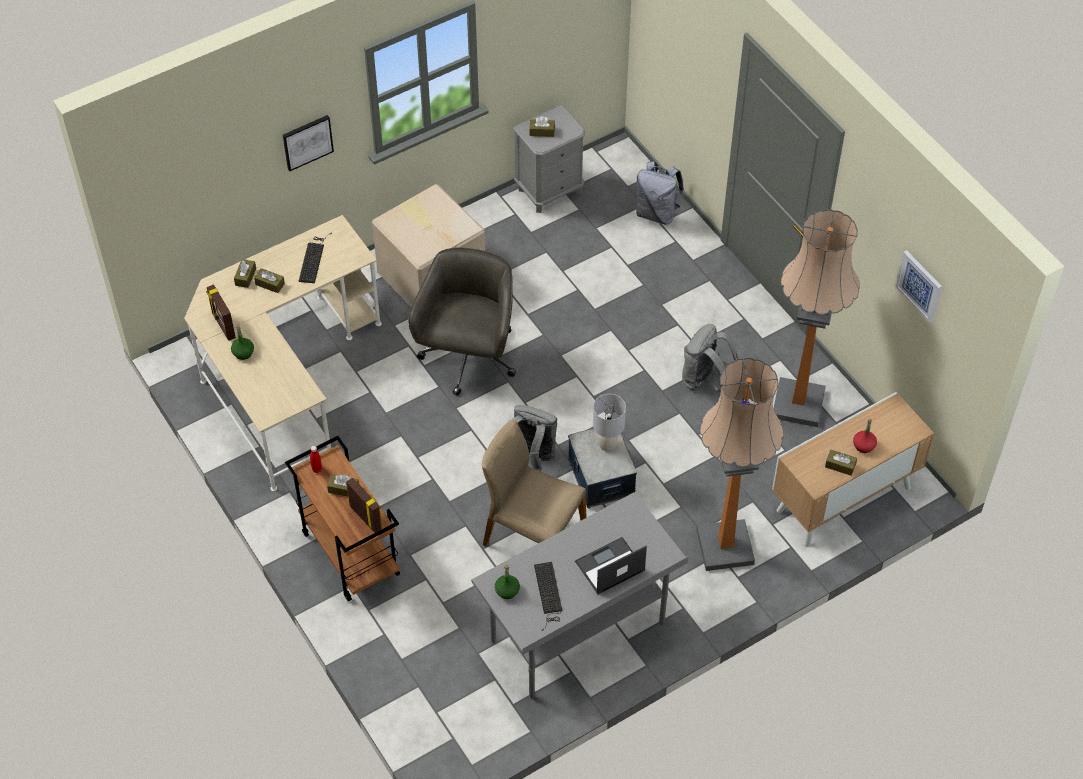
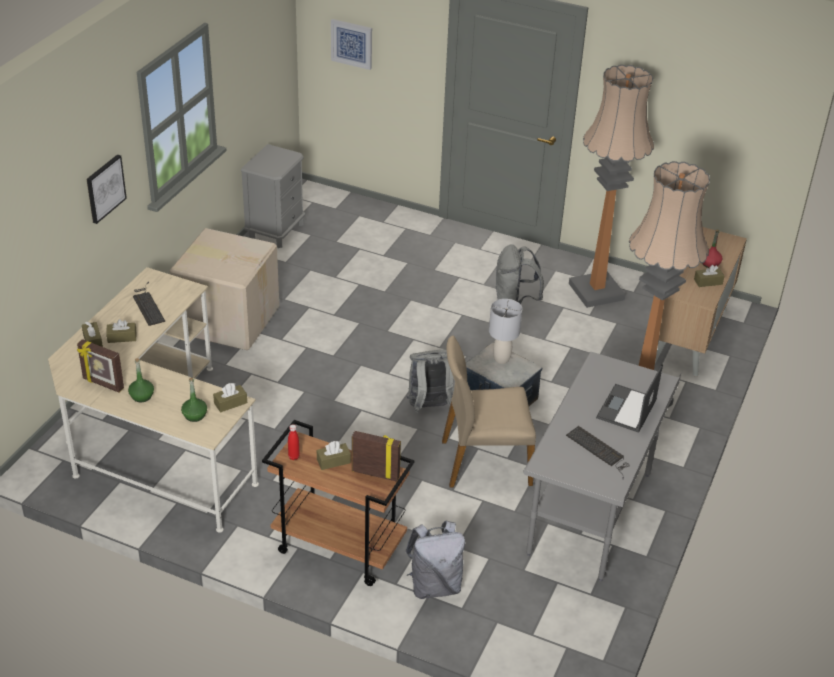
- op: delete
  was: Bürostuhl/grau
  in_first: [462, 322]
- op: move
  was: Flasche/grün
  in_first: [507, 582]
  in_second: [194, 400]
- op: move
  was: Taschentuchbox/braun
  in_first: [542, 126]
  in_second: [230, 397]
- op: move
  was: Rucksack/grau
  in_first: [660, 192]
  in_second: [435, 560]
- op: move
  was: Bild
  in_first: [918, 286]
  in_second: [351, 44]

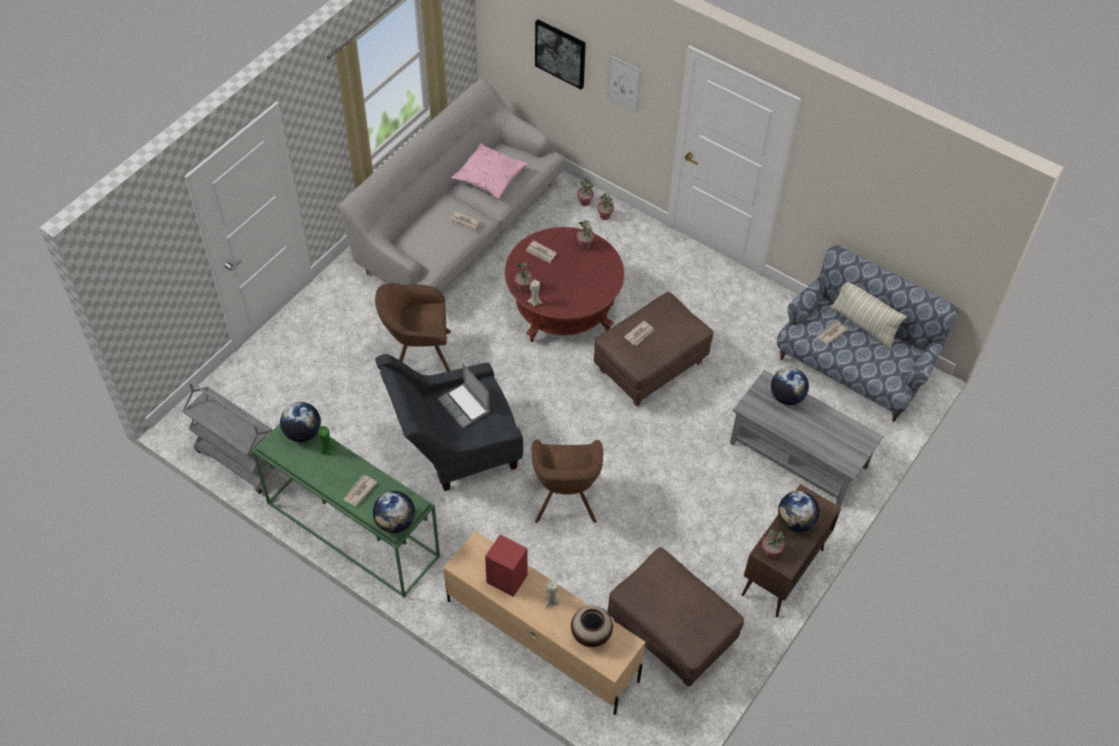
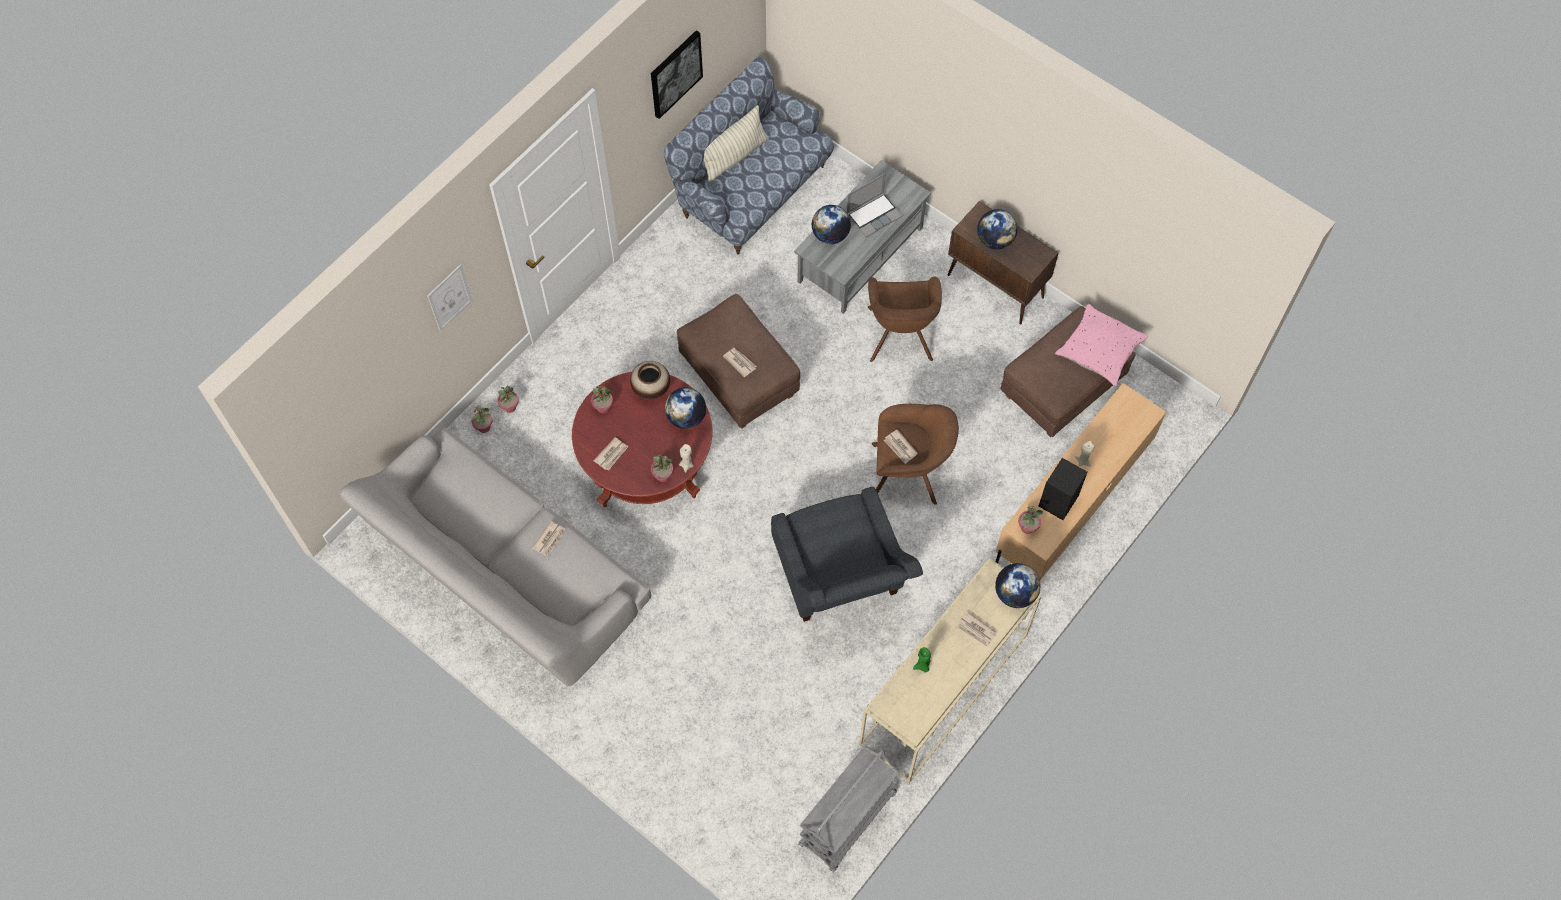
- op: move
  was: Globus
  in_first: [300, 422]
  in_second: [685, 408]
- op: move
  was: Sessel/braun
  in_first: [413, 327]
  in_second: [905, 319]
- op: move
  was: Laptop
  in_first: [464, 396]
  in_second: [875, 205]
- op: move
  was: Kissen/rosa
  in_first: [489, 171]
  in_second: [1101, 345]
- op: move
  was: Bild
  in_first: [560, 54]
  in_second: [677, 74]
- op: move
  was: Vase
  in_first: [592, 626]
  in_second: [650, 380]
- op: move
  was: Topfpflanze
  in_first: [773, 543]
  in_second: [1030, 520]
- op: move
  was: Zeitung
  in_first: [832, 332]
  in_second: [901, 446]
- op: recolor
  was: Konsolentisch/grün
  now: Konsolentisch/beige
  in_first: [346, 511]
  in_second: [950, 670]
- op: recolor
  was: Lautsprecher/rot
  now: Lautsprecher/schwarz
  in_first: [506, 565]
  in_second: [1063, 489]

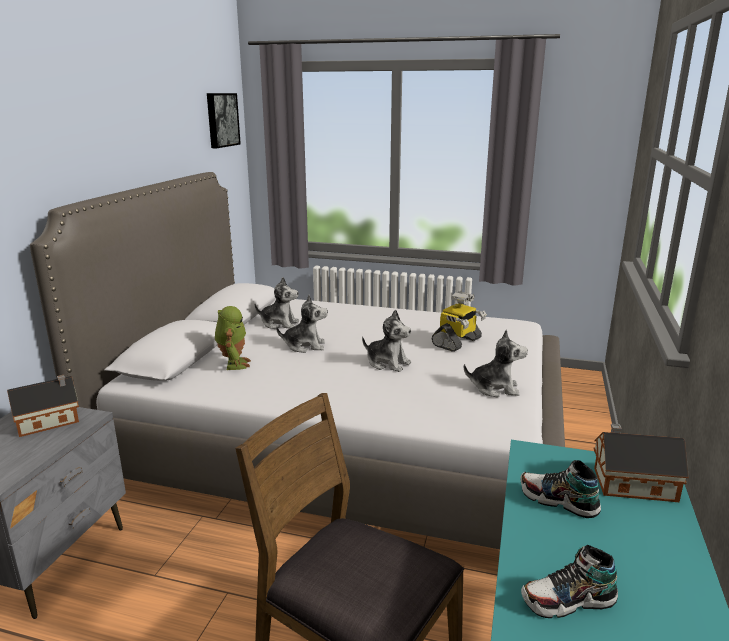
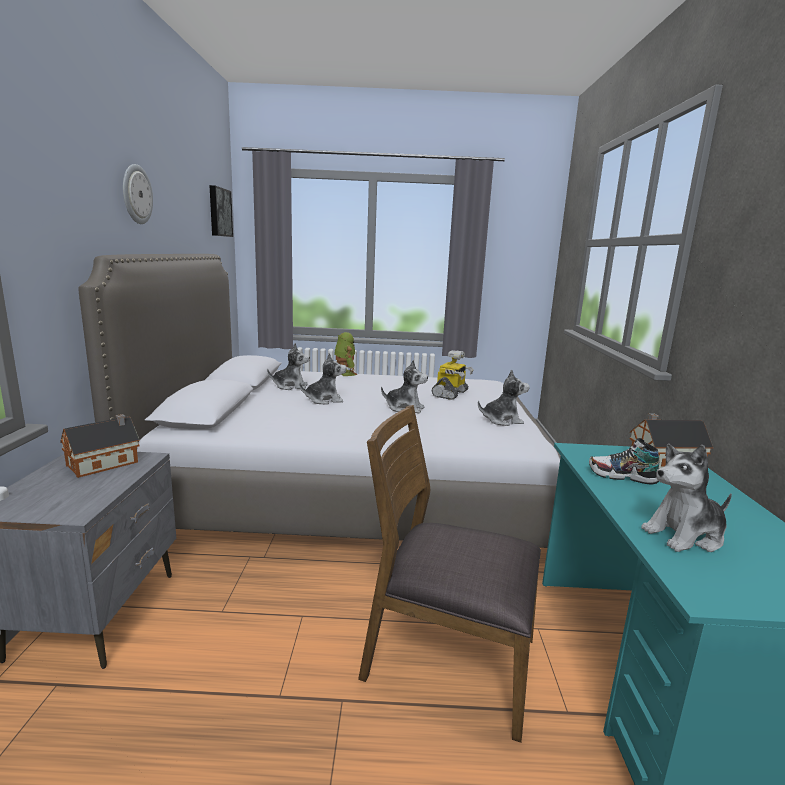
- op: insert
  now: Wanduhr
  in_second: [138, 194]
- op: move
  was: Spielzeugroboter
  in_first: [233, 338]
  in_second: [345, 354]
- op: replace
  was: Schuh
  now: Plüschtier
  in_first: [569, 581]
  in_second: [686, 498]

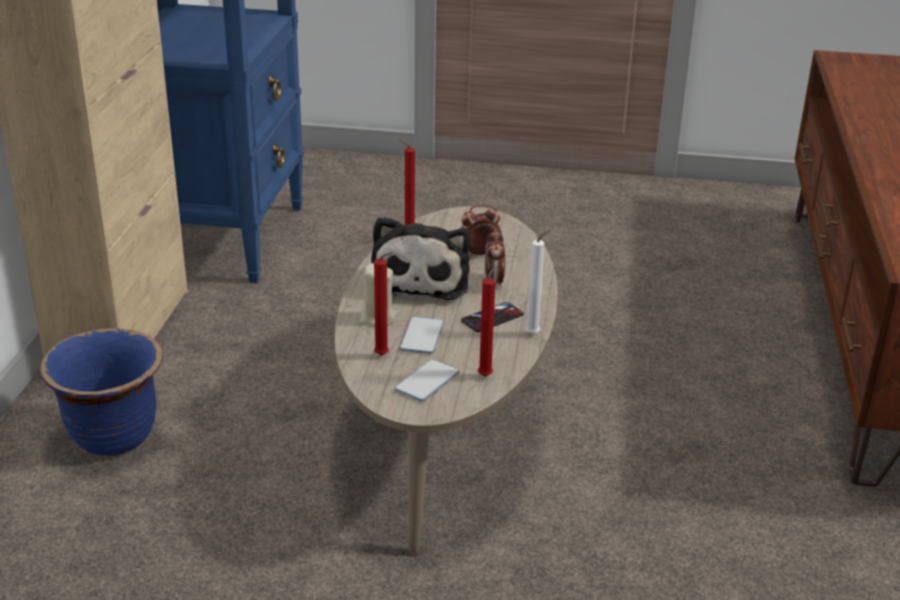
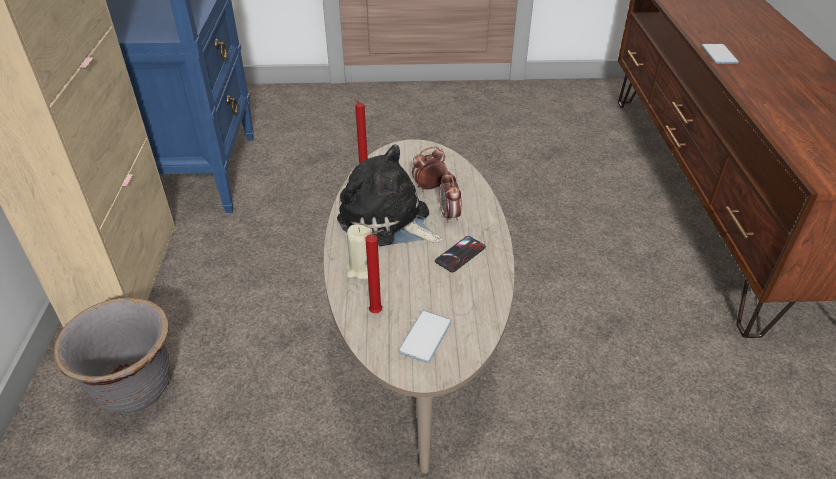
- op: delete
  was: Kerze/rot
  in_first: [488, 321]
- op: delete
  was: Kerze/weiß
  in_first: [538, 282]
- op: move
  was: Handy
  in_first: [422, 335]
  in_second: [720, 54]
- op: recolor
  was: Pflanzkübel/blau
  now: Pflanzkübel/grau
  in_first: [101, 392]
  in_second: [112, 355]
- op: rotate
  was: Plüschtier
  in_first: [420, 258]
  in_second: [389, 195]
  clockwise: 135

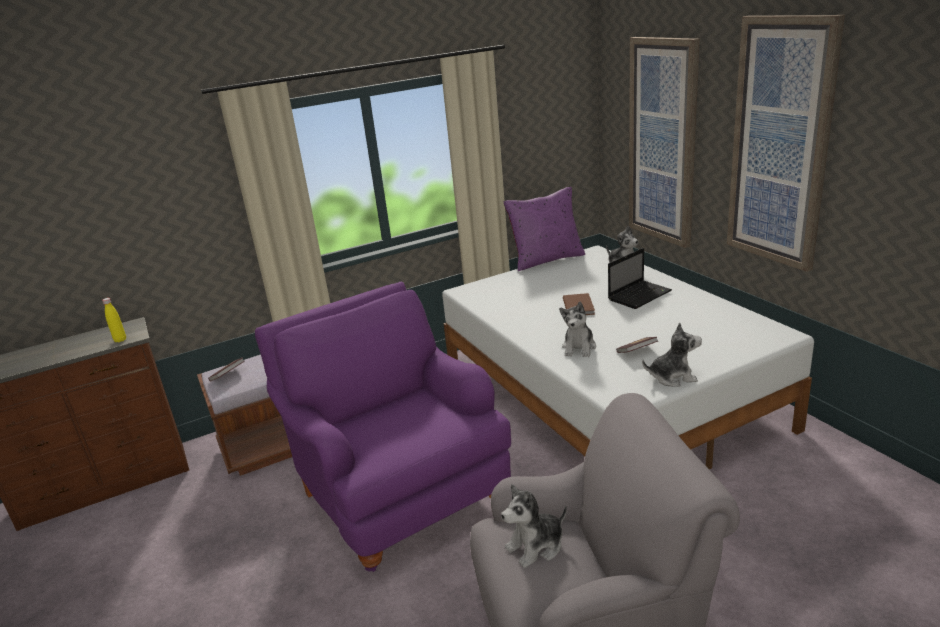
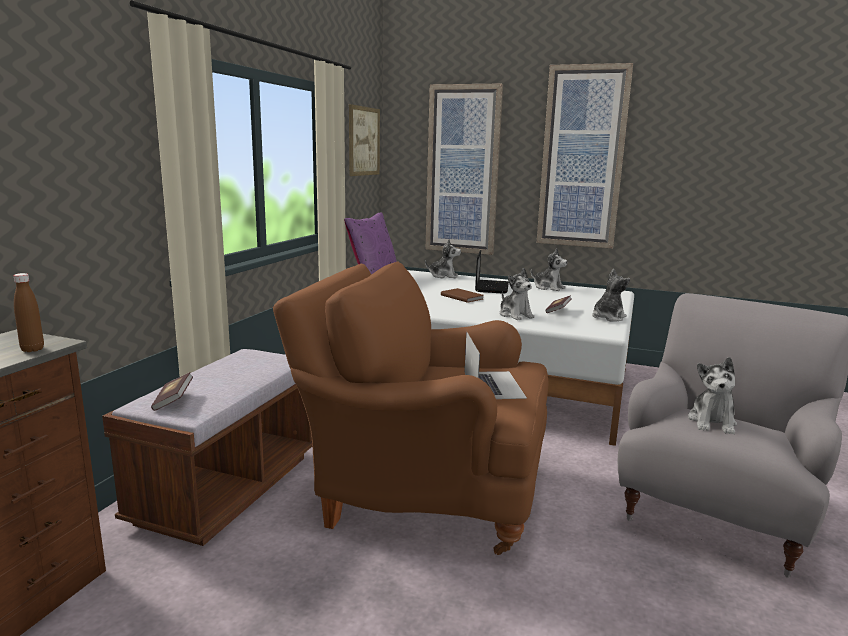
- op: insert
  now: Bild
  in_second: [364, 140]
- op: insert
  now: Laptop
  in_second: [496, 365]
- op: insert
  now: Plüschtier
  in_second: [549, 269]
- op: recolor
  was: Flasche/gelb
  now: Flasche/braun
  in_first: [114, 320]
  in_second: [28, 312]
- op: recolor
  was: Sessel/lila
  now: Sessel/braun
  in_first: [383, 426]
  in_second: [410, 408]

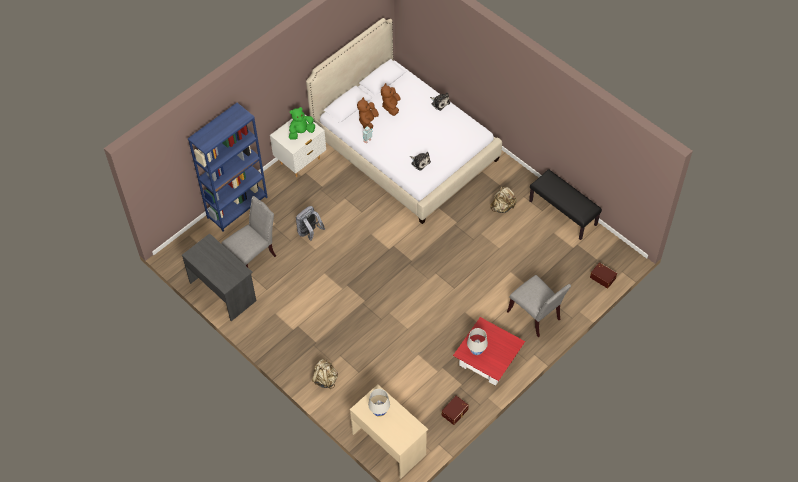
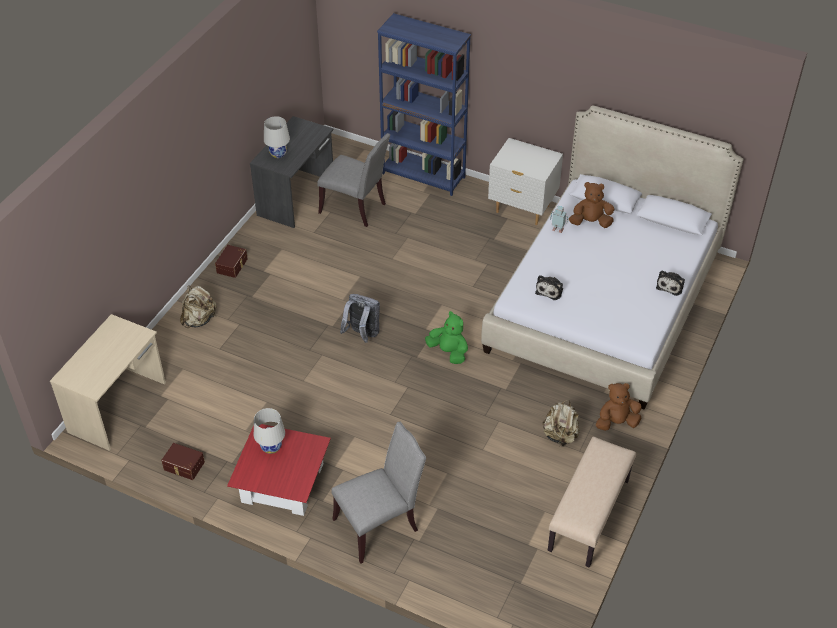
- op: move
  was: Plüschtier/grün
  in_first: [302, 123]
  in_second: [446, 337]
- op: move
  was: Rucksack/grau
  in_first: [310, 223]
  in_second: [360, 318]
- op: move
  was: Tischlampe/weiß
  in_first: [379, 403]
  in_second: [277, 137]
- op: move
  was: Plüschtier/braun
  in_first: [391, 99]
  in_second: [619, 407]
- op: move
  was: Aufbewahrungsbox/braun
  in_first: [603, 275]
  in_second: [231, 261]
- op: recolor
  was: Bank/schwarz
  now: Bank/beige
  in_first: [565, 204]
  in_second: [592, 502]
- op: rotate
  was: Stuhl/grau
  in_first: [539, 306]
  in_second: [379, 493]
  clockwise: -150

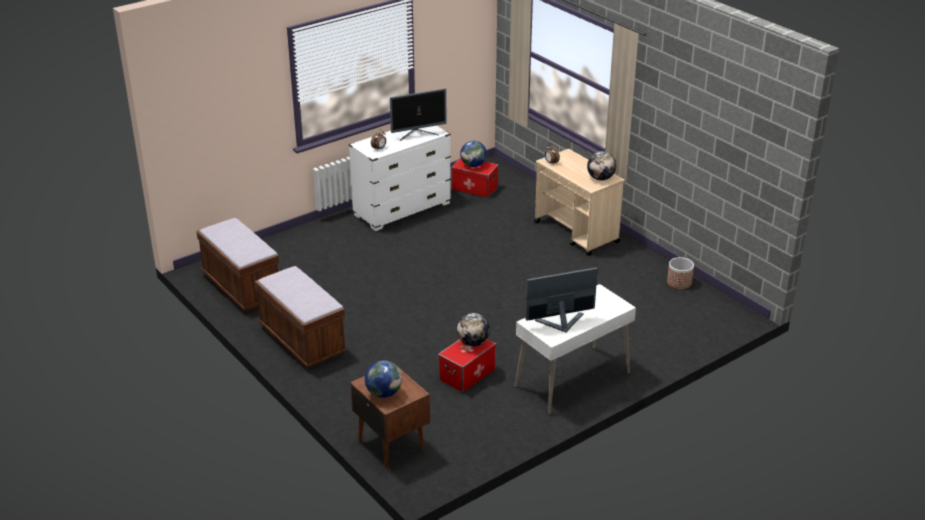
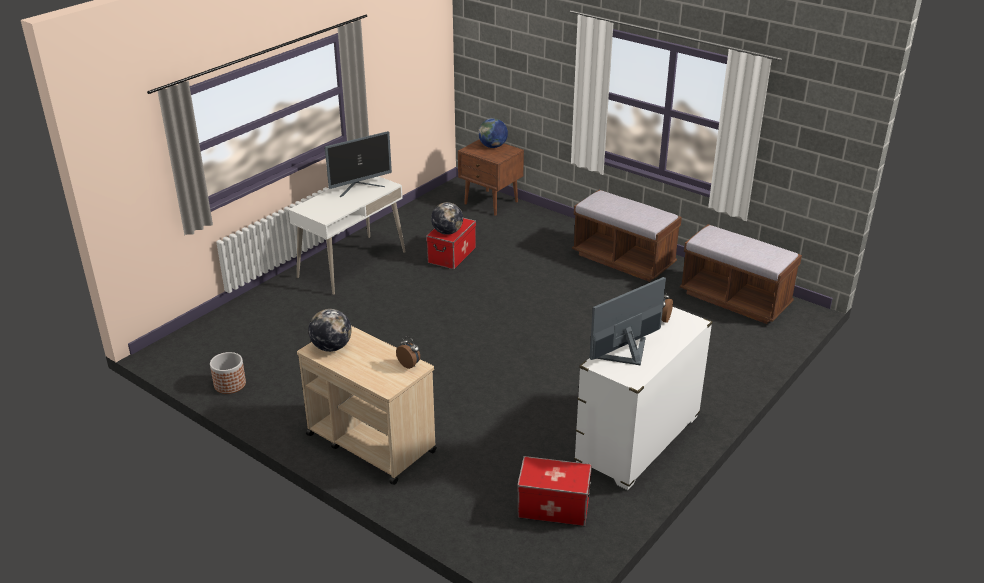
- op: delete
  was: Globus
  in_first: [473, 154]

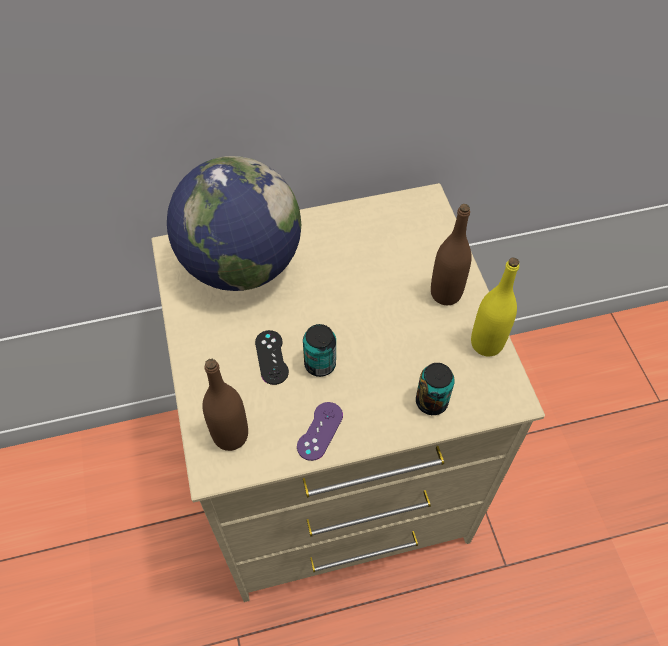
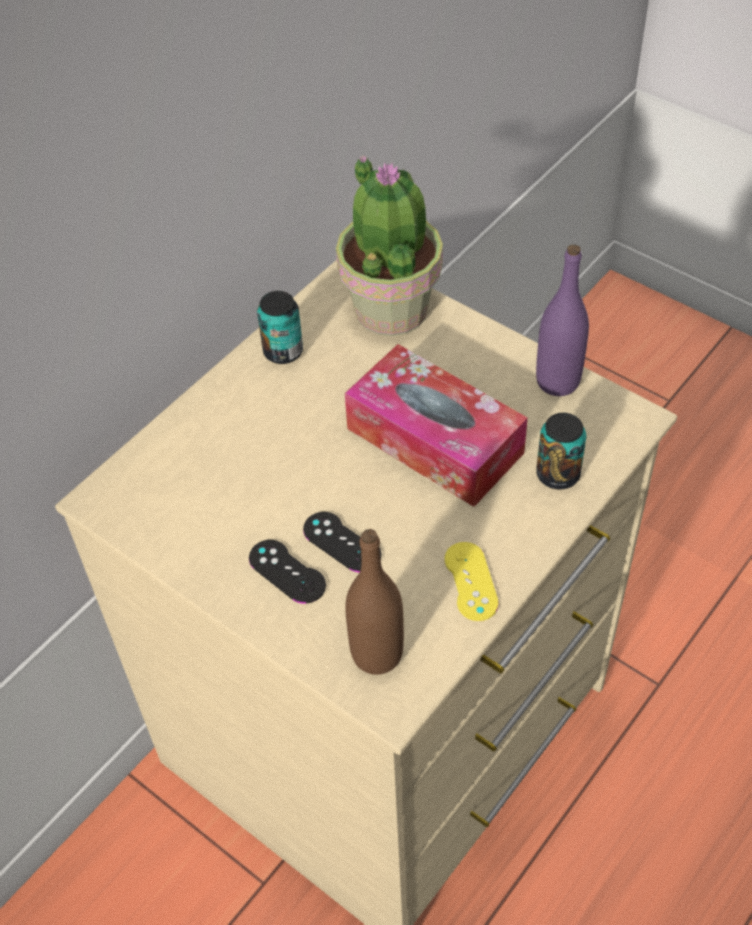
- op: delete
  was: Globus
  in_first: [234, 223]
- op: delete
  was: Flasche/braun
  in_first: [451, 254]
- op: insert
  now: Gamepad/schwarz
  in_second: [287, 572]
- op: insert
  now: Topfpflanze
  in_second: [389, 245]
- op: insert
  now: Taschentuchbox
  in_second: [436, 425]
- op: move
  was: Dose
  in_first: [319, 350]
  in_second: [280, 327]
- op: recolor
  was: Gamepad/lila
  now: Gamepad/gelb
  in_first: [320, 431]
  in_second: [472, 581]
- op: recolor
  was: Flasche/gelb
  now: Flasche/lila
  in_first: [495, 306]
  in_second: [562, 320]

